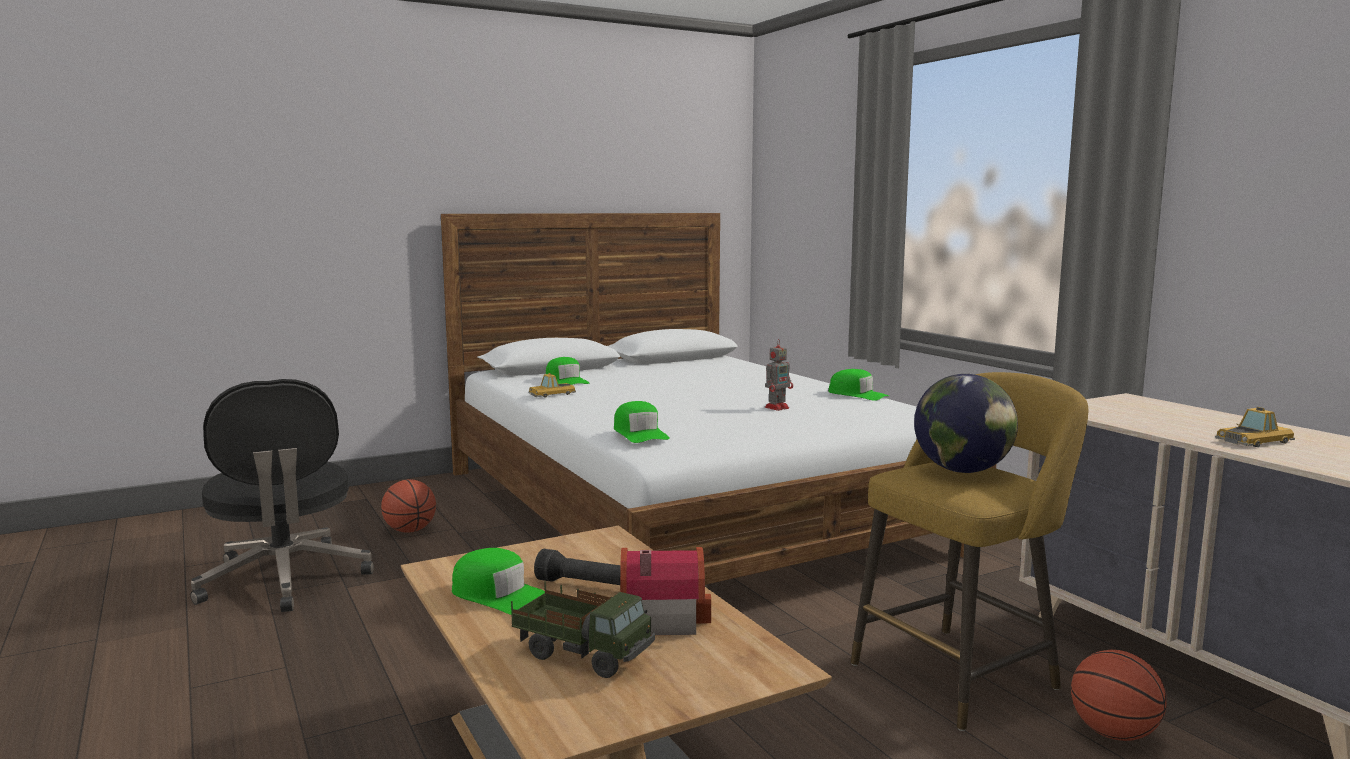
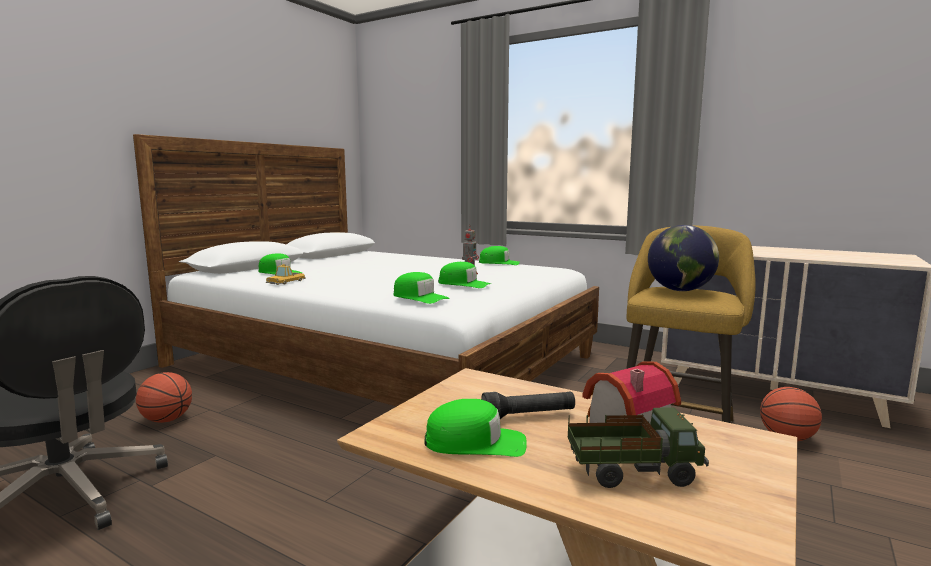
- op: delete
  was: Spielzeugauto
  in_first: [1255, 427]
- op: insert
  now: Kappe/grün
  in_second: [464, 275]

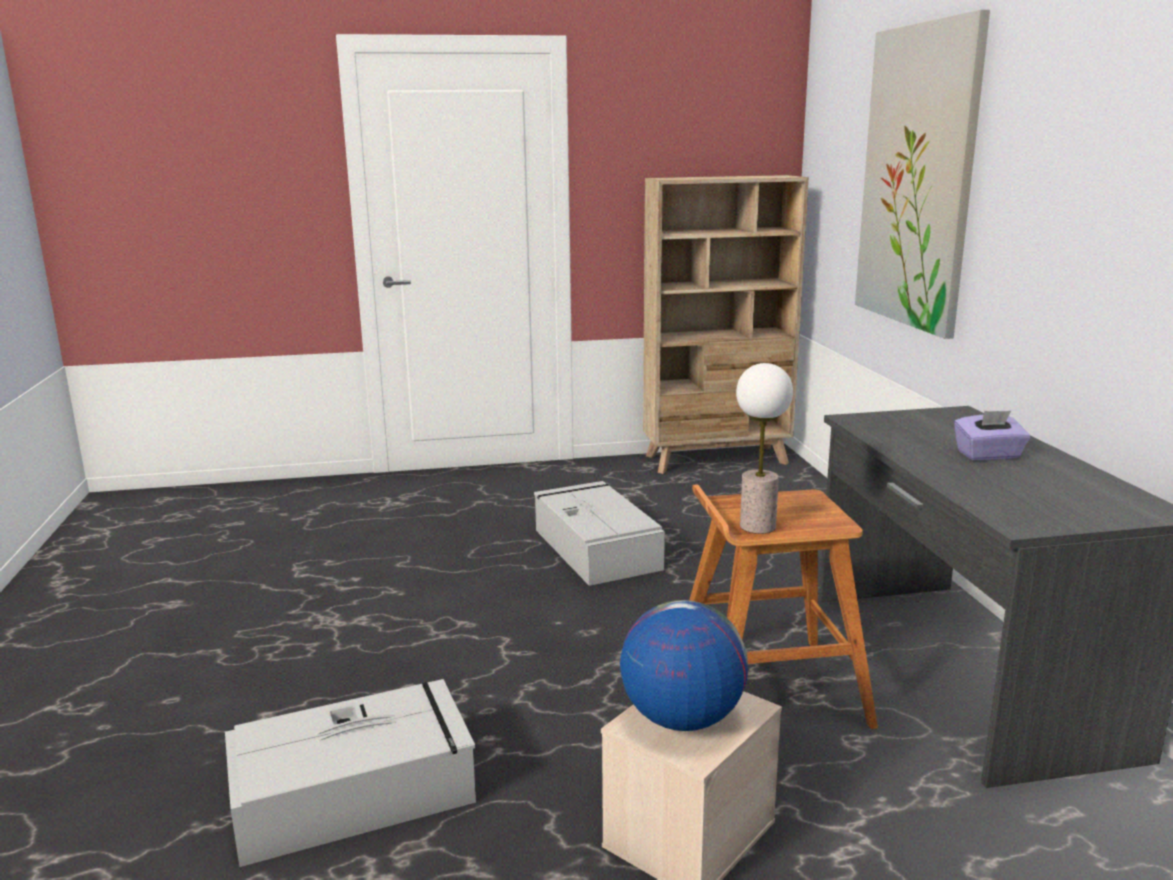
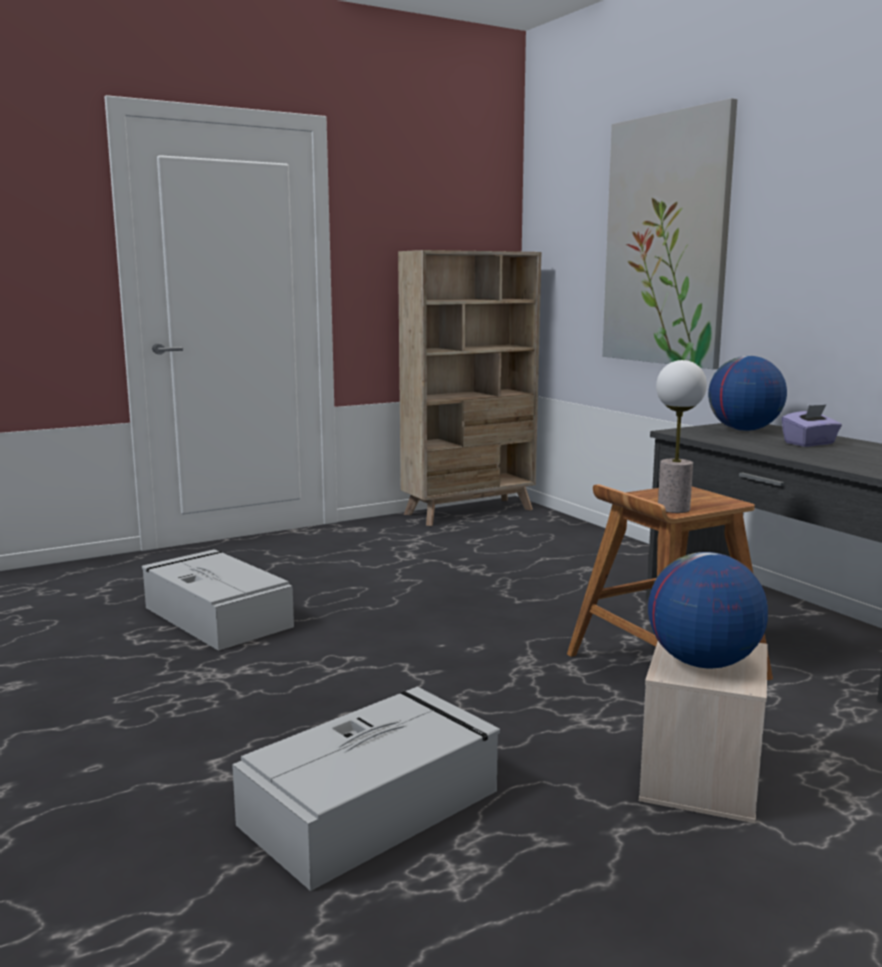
- op: insert
  now: Globus
  in_second: [747, 393]
- op: move
  was: Aufbewahrungsbox/grau
  in_first: [599, 533]
  in_second: [217, 600]

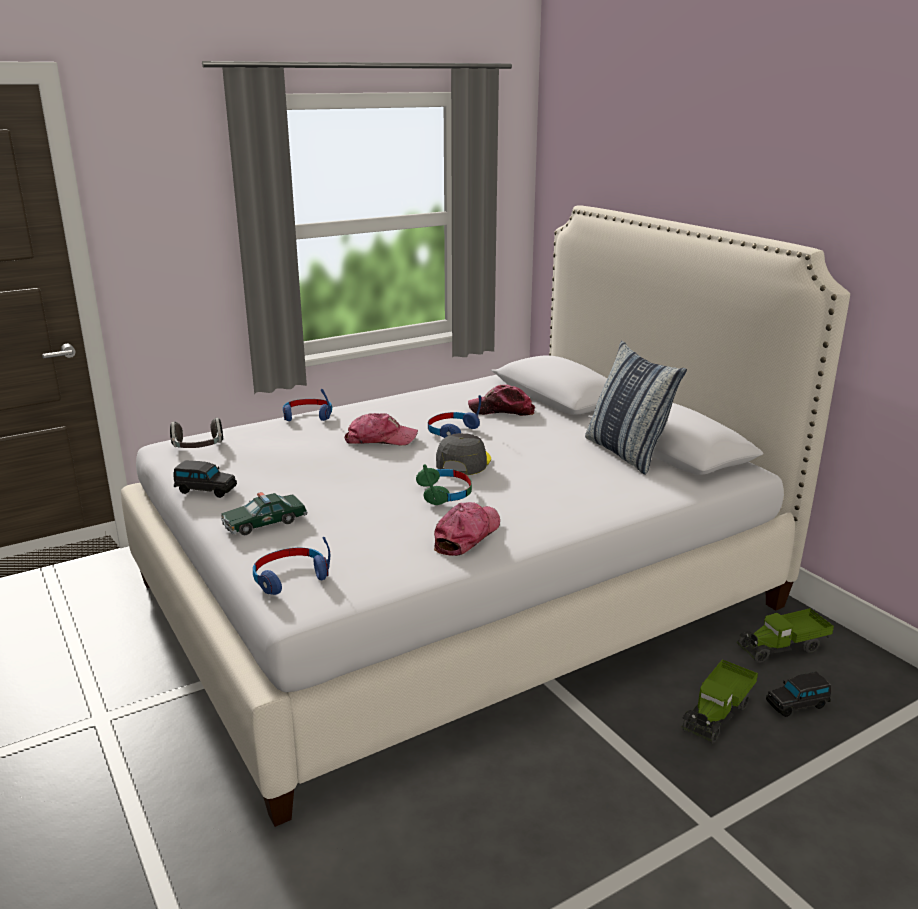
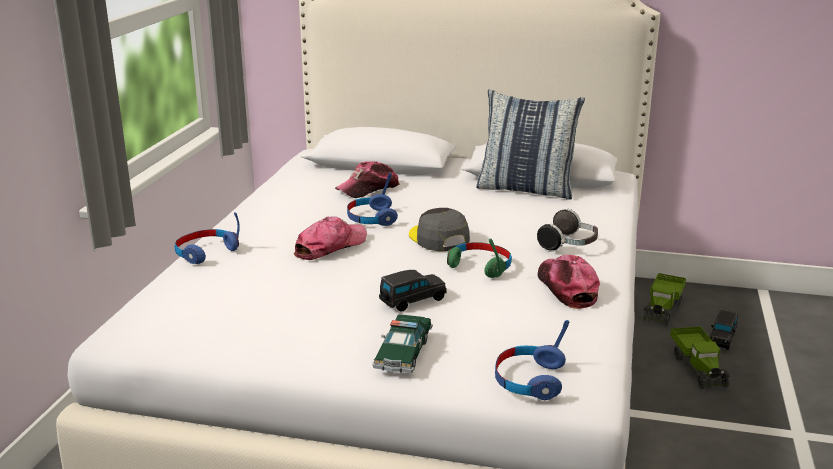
- op: move
  was: Kopfhörer
  in_first: [196, 433]
  in_second: [567, 230]
- op: move
  was: Spielzeugauto/schwarz
  in_first: [205, 479]
  in_second: [413, 290]

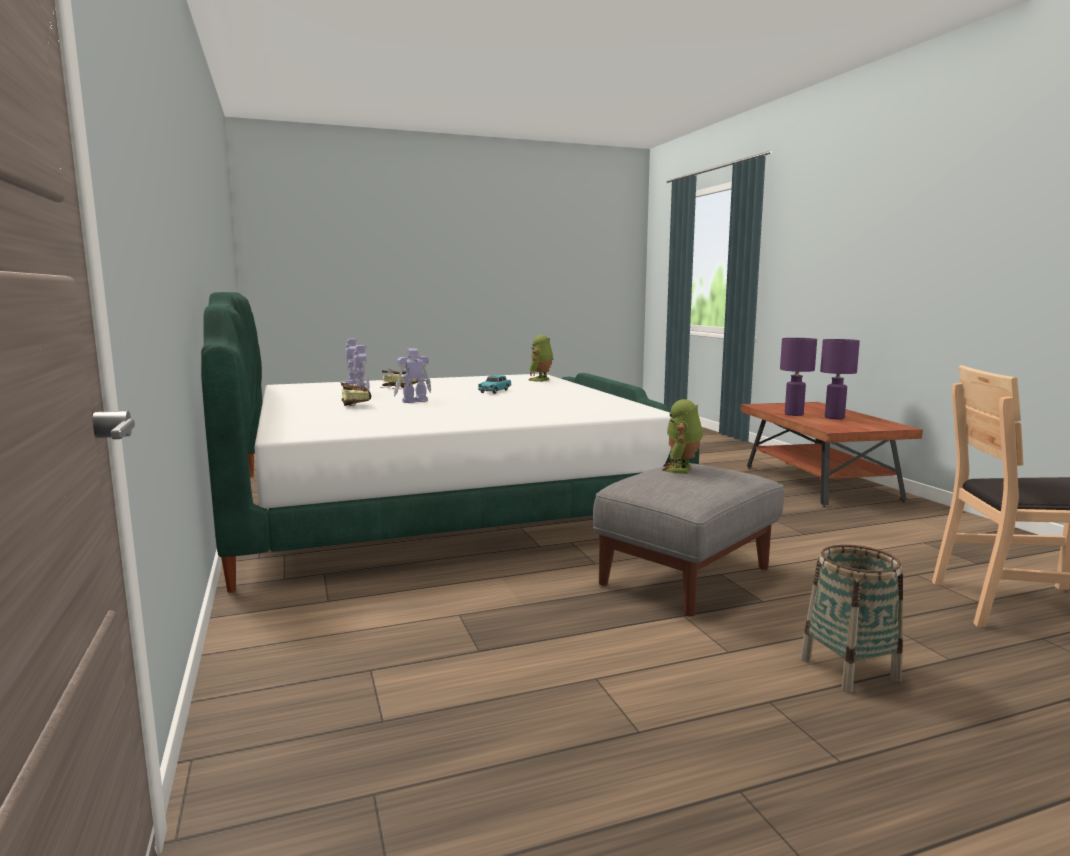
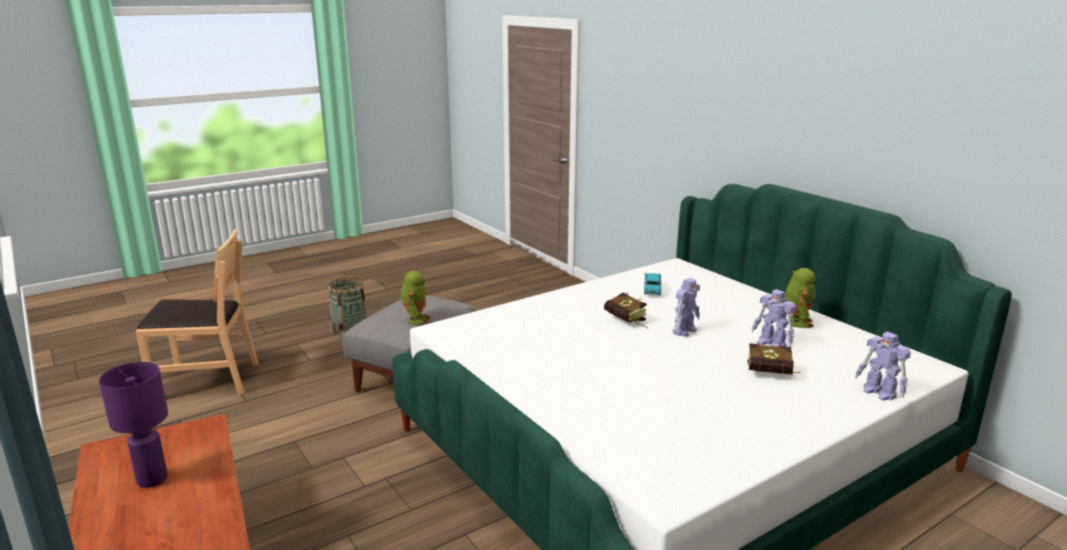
- op: delete
  was: Tischlampe/lila
  in_first: [798, 377]
- op: move
  was: Buch
  in_first: [355, 394]
  in_second: [626, 310]
- op: move
  was: Spielzeugauto/türkis
  in_first: [494, 384]
  in_second: [652, 284]
- op: move
  was: Spielzeugroboter
  in_first: [541, 358]
  in_second: [800, 298]

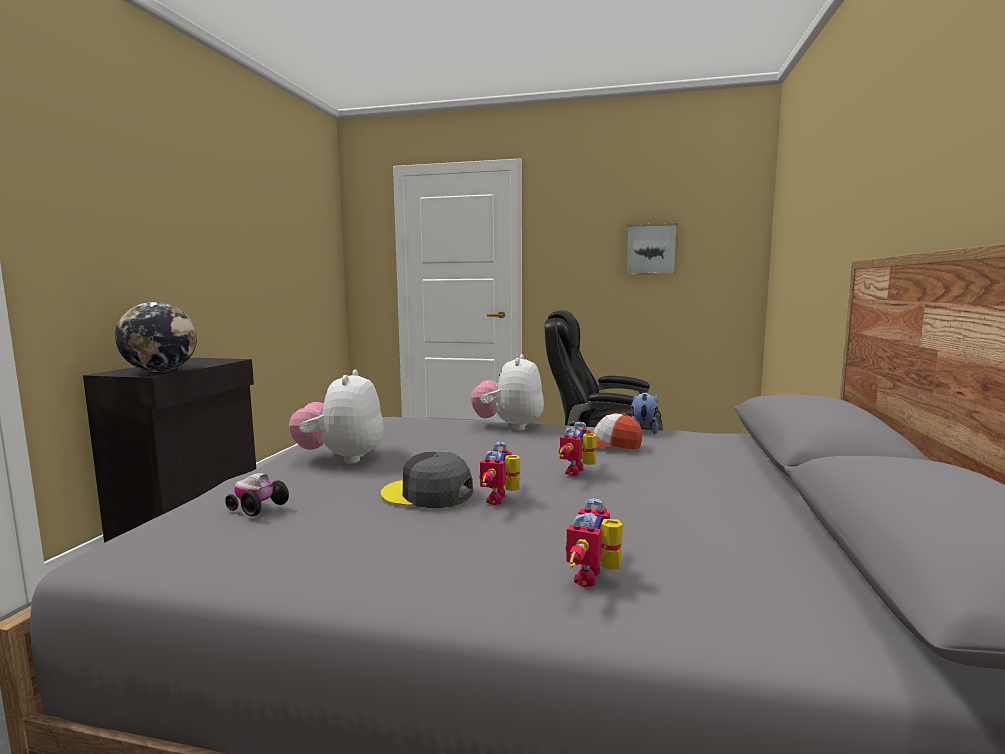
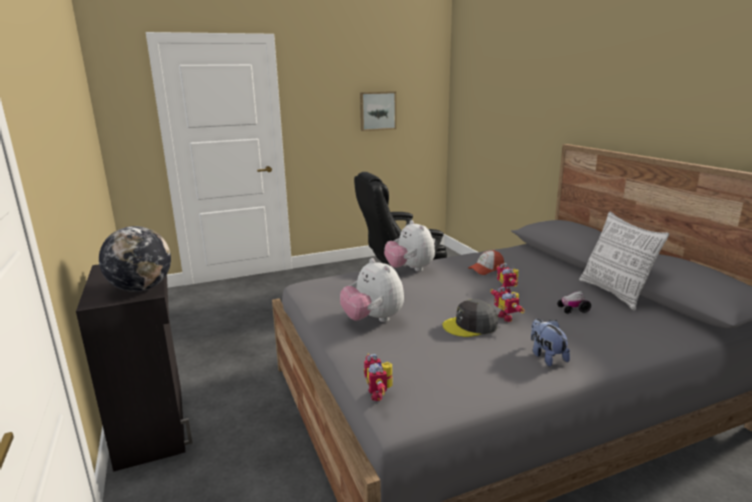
- op: insert
  now: Kissen
  in_second: [624, 261]
- op: move
  was: Spielzeugauto
  in_first: [257, 494]
  in_second: [574, 302]
- op: move
  was: Spielzeugroboter
  in_first: [594, 542]
  in_second: [378, 377]
- op: move
  was: Plüschtier
  in_first: [645, 413]
  in_second: [550, 343]

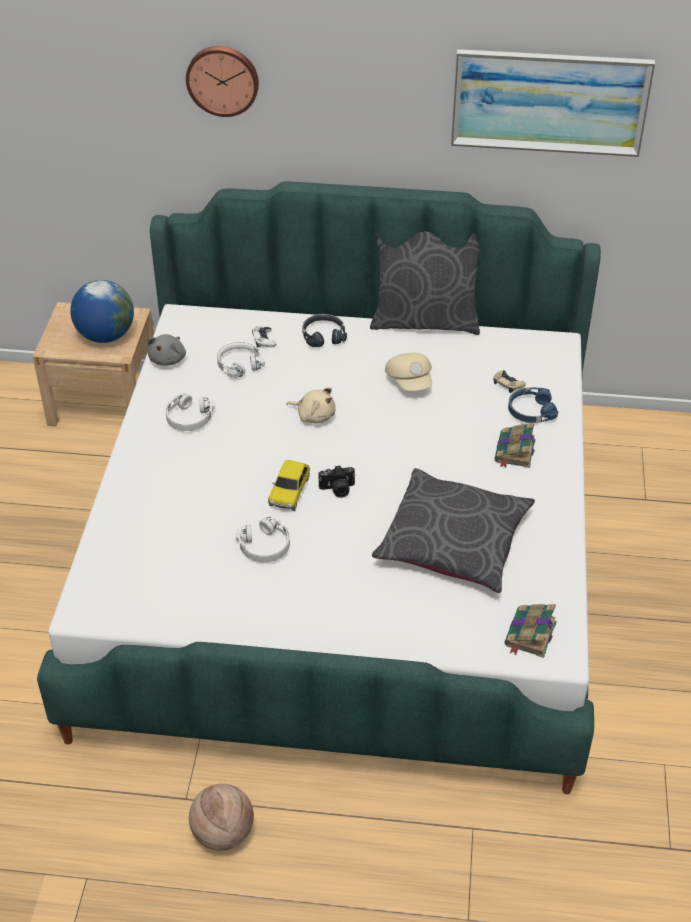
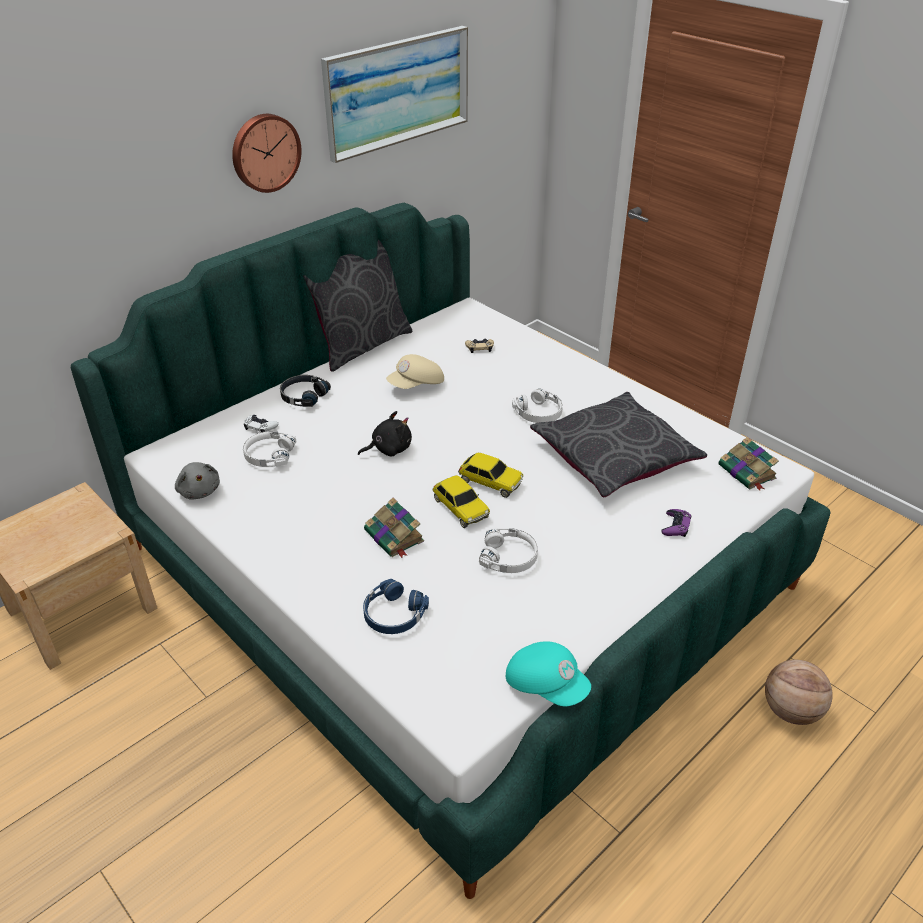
- op: delete
  was: Globus
  in_first: [102, 311]
- op: insert
  now: Kappe/türkis
  in_second: [548, 673]
- op: insert
  now: Gamepad/lila
  in_second: [676, 523]
- op: move
  was: Kopfhörer/weiß
  in_first: [190, 412]
  in_second: [537, 405]
- op: move
  was: Wanduhr
  in_first: [222, 81]
  in_second: [266, 153]
- op: move
  was: Basketball
  in_first: [221, 817]
  in_second: [799, 692]
- op: move
  was: Buch
  in_first: [515, 445]
  in_second: [394, 527]
- op: move
  was: Kopfhörer/blau
  in_first: [533, 405]
  in_second: [396, 606]
- op: replace
  was: Kamera
  now: Spielzeugauto
  in_first: [337, 481]
  in_second: [490, 475]
- op: recolor
  was: Plüschtier/beige
  now: Plüschtier/schwarz
  in_first: [311, 405]
  in_second: [385, 434]
- op: rotate
  was: Kappe/beige
  in_first: [408, 372]
  in_second: [415, 371]
  clockwise: 120

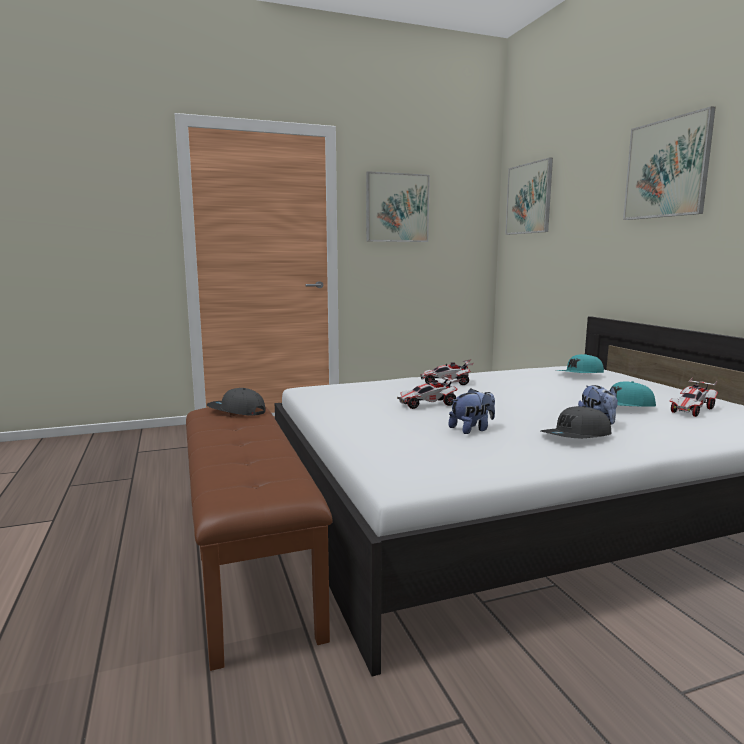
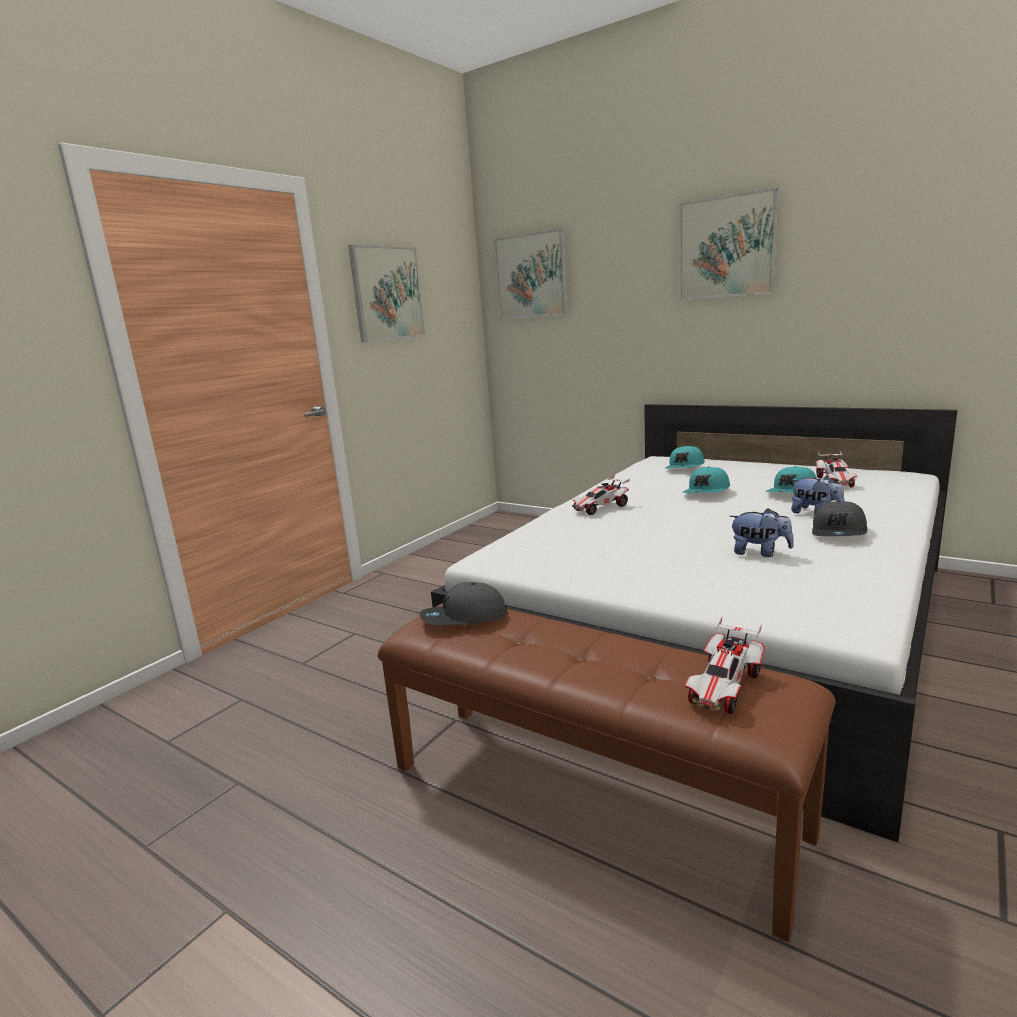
- op: insert
  now: Kappe/türkis
  in_second: [706, 479]
- op: move
  was: Spielzeugauto
  in_first: [428, 392]
  in_second: [725, 665]
- op: rotate
  was: Plüschtier
  in_first: [472, 411]
  in_second: [761, 532]
  clockwise: 90

